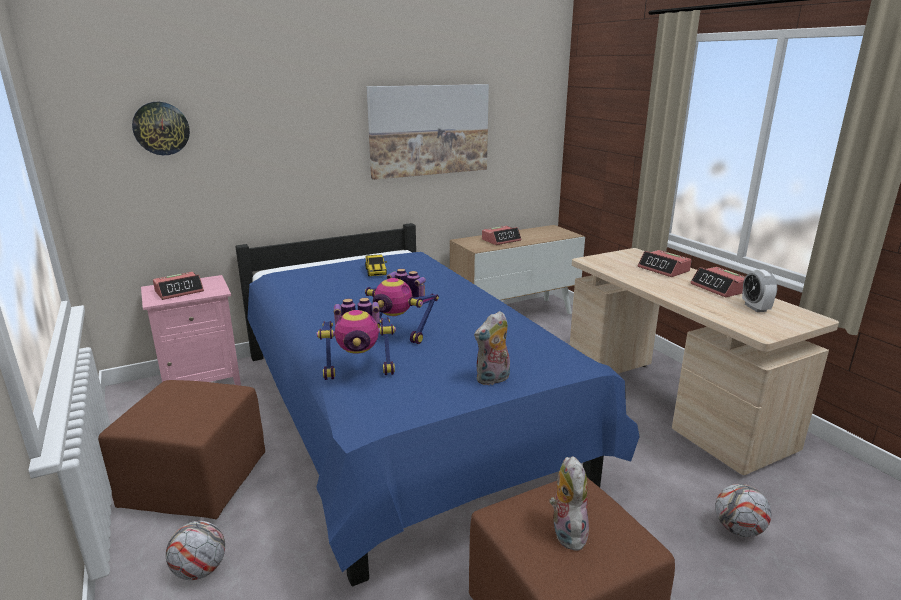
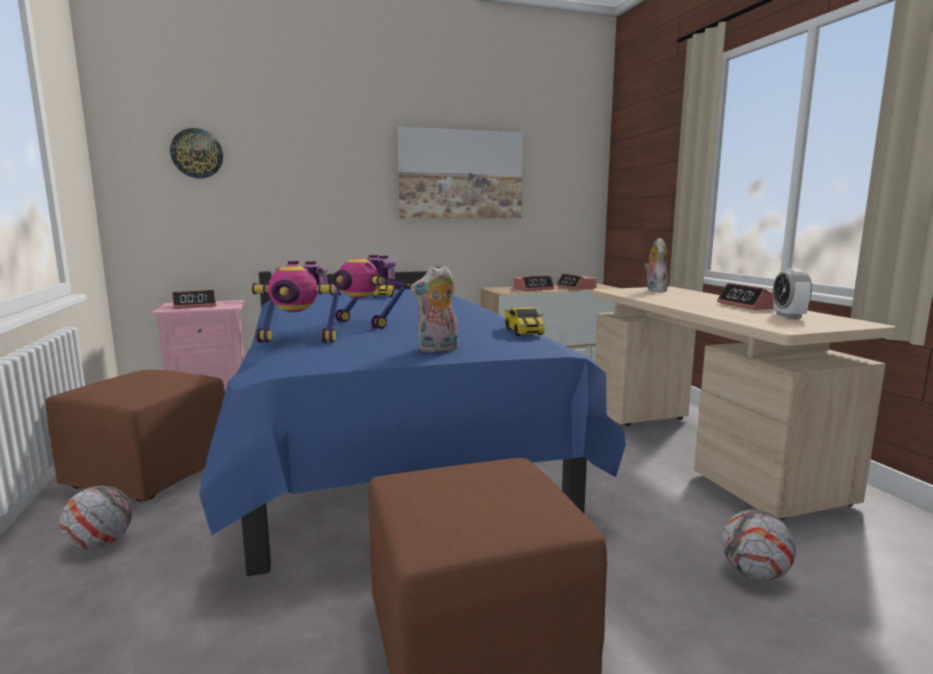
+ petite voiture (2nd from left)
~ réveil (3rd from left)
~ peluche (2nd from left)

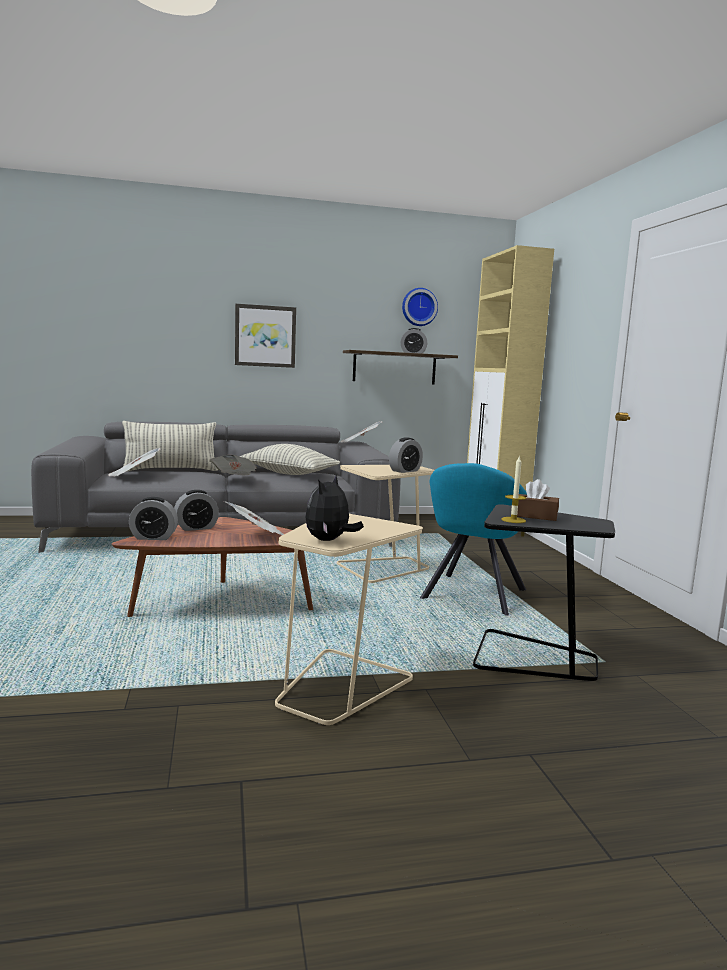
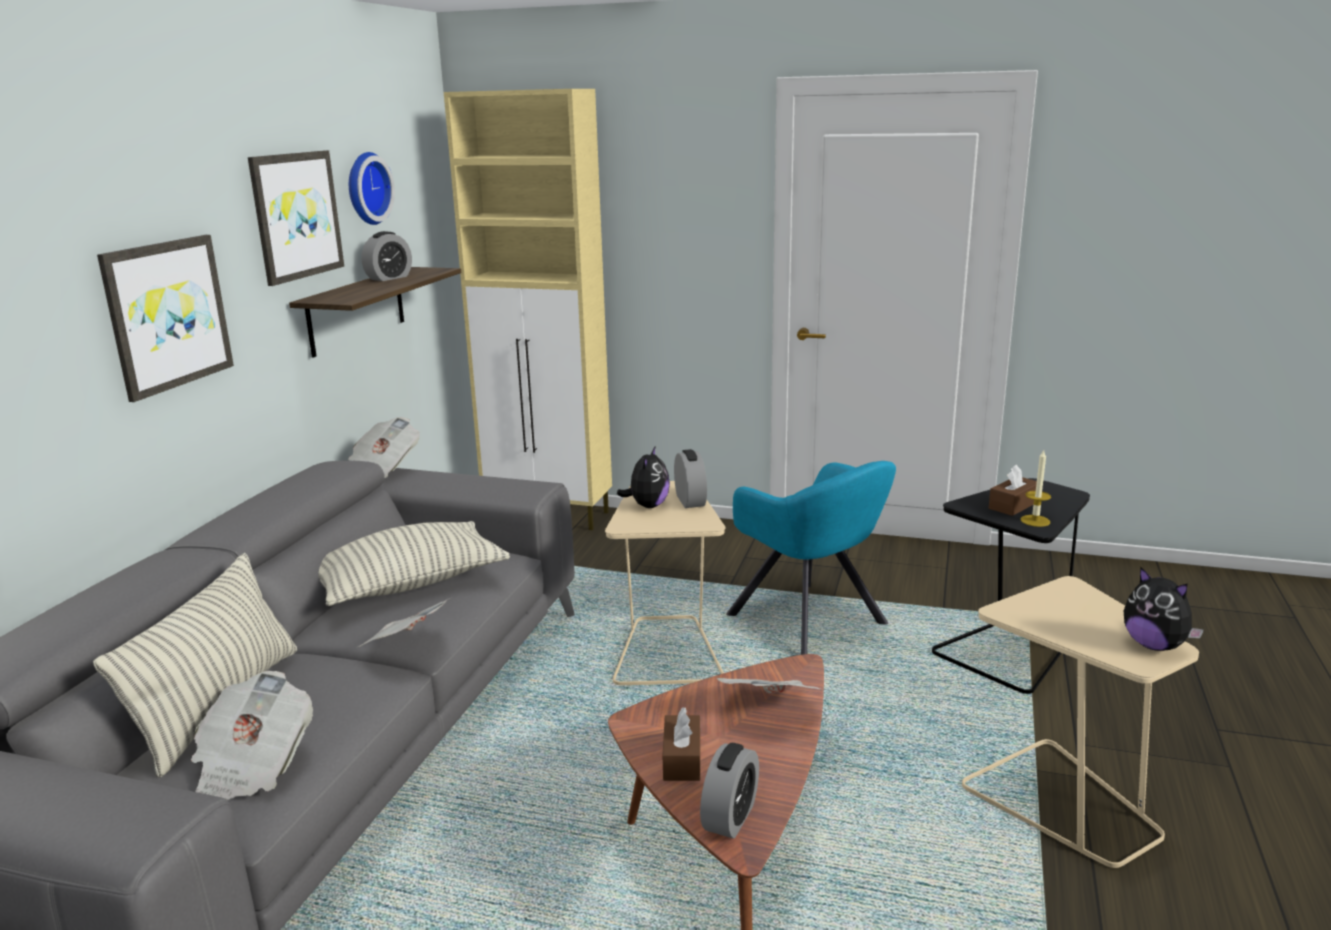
+ tableau (2nd from left)
+ peluche (1st from left)
~ réveil (2nd from left) to boîte à mouchoirs [marron] (1st from left)

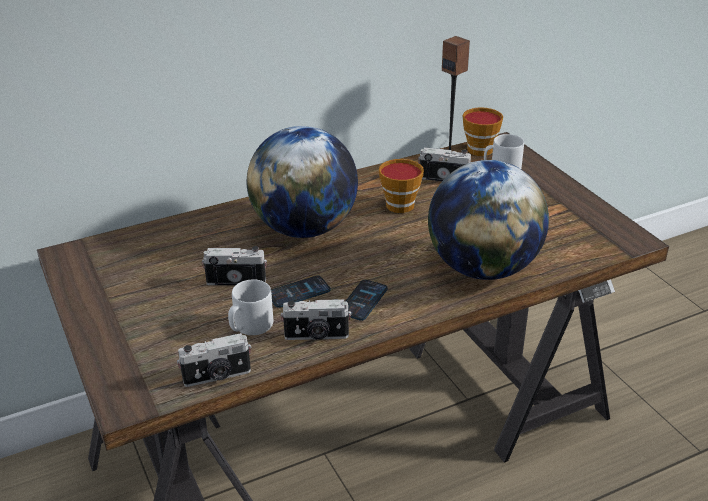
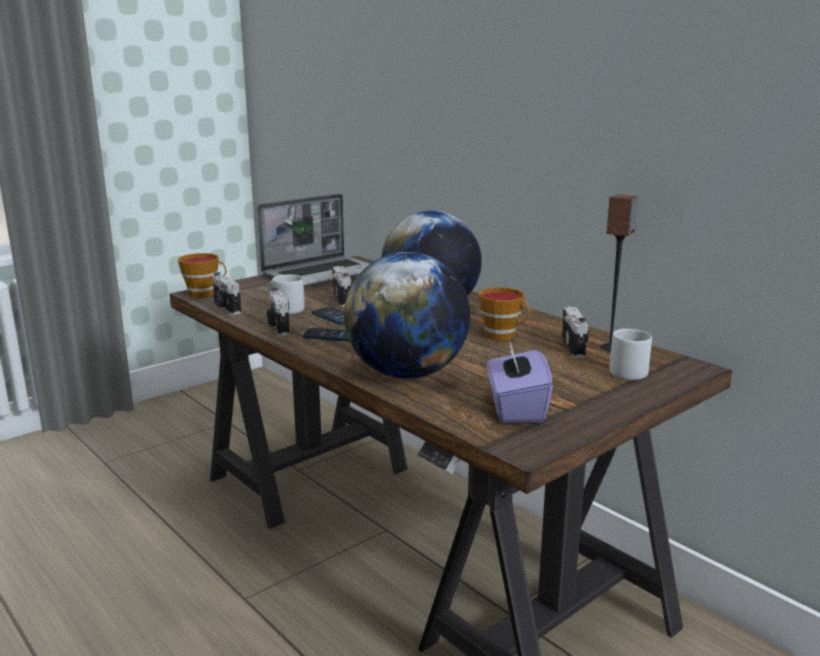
~ tasse (2nd from left in the first image) to tasse (1st from left)
+ ordinateur portable
+ boîte à mouchoirs [violet]

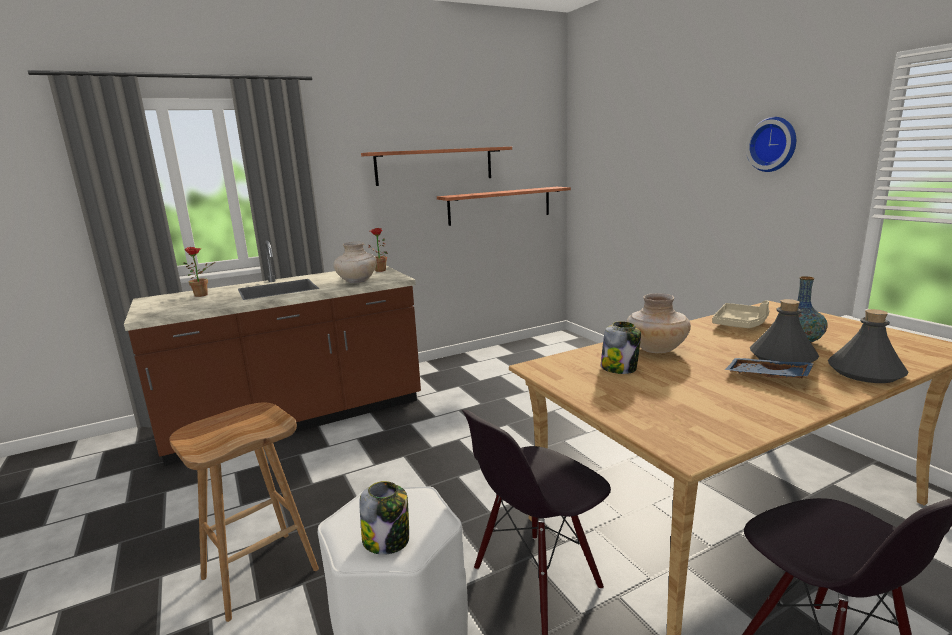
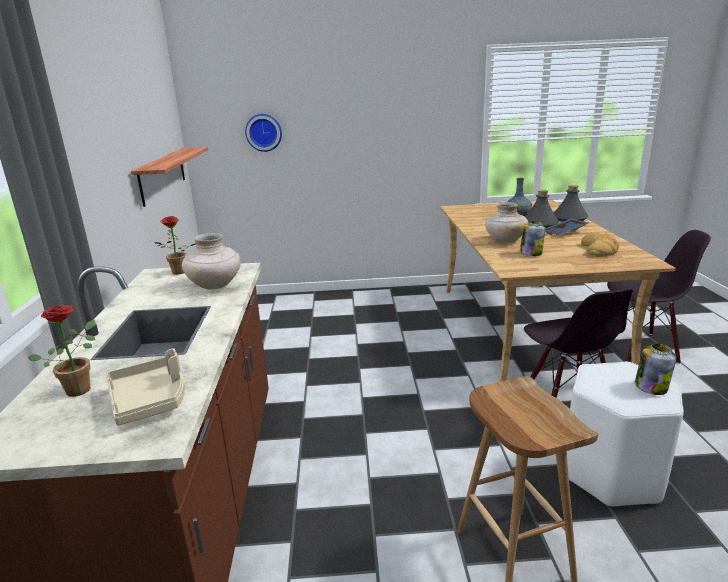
~ plateau [beige]
~ horloge murale
+ pain
- étagère (1st from left)

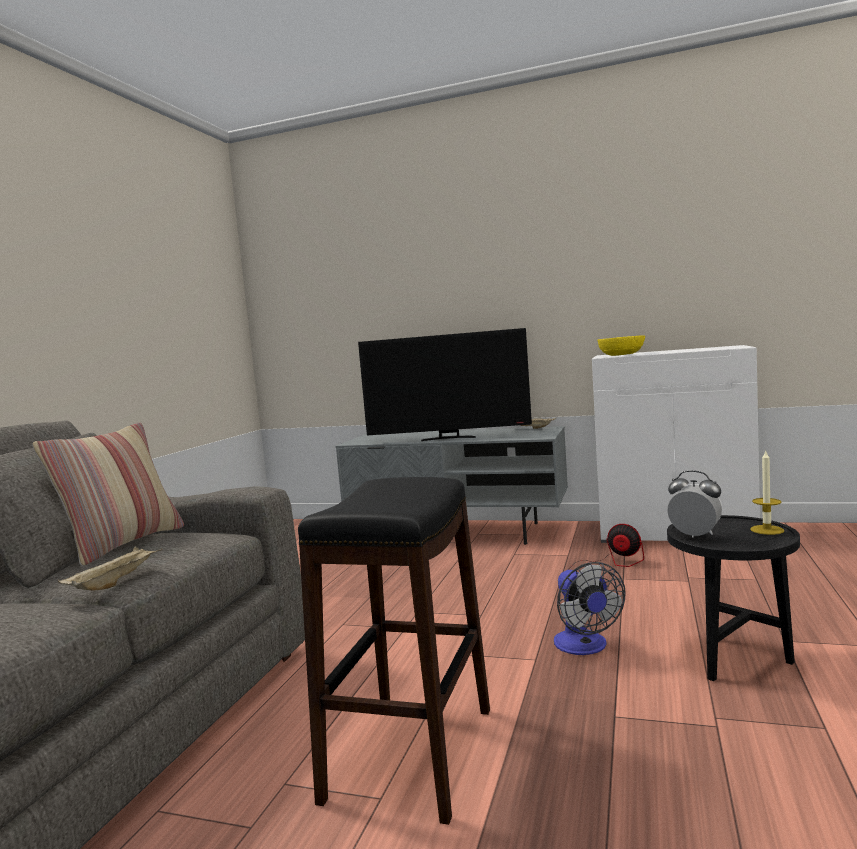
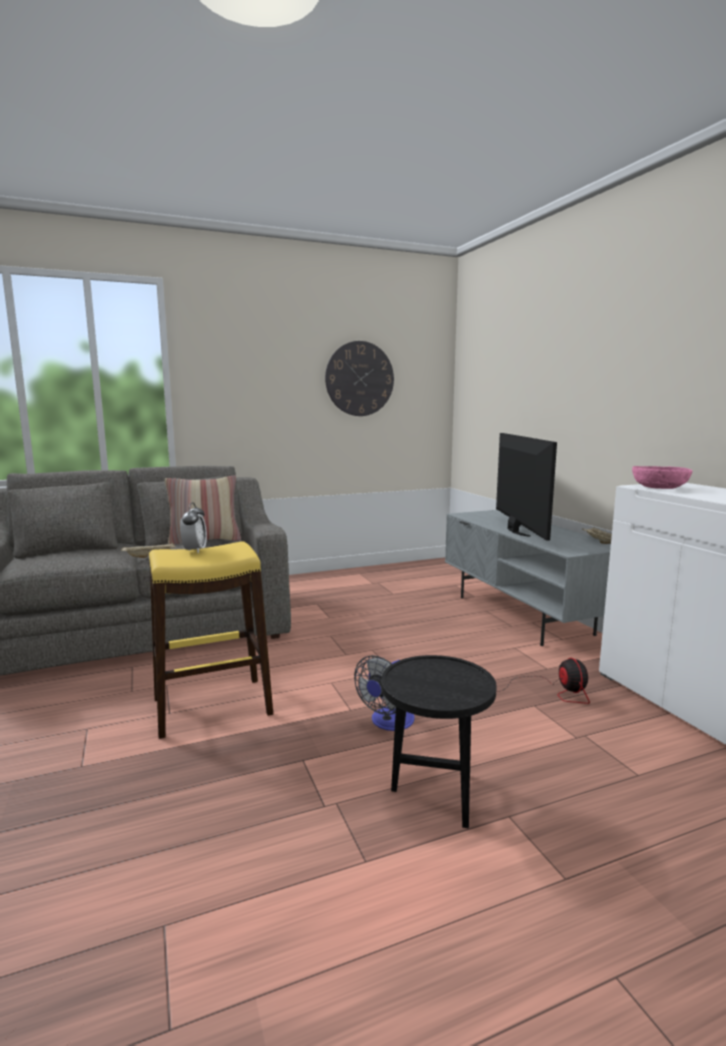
~ tabouret [noir] to tabouret [jaune]
~ réveil
+ horloge murale
~ téléviseur 150 degrees counterclockwise
~ bol [jaune] to bol [rose]
- bougie

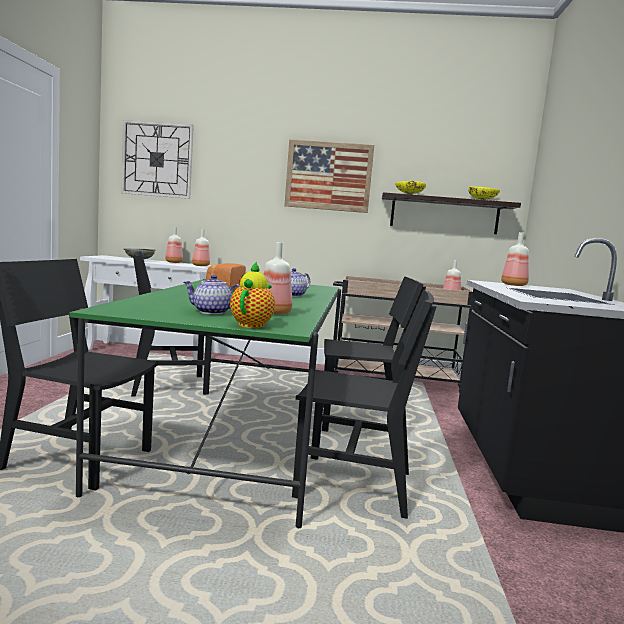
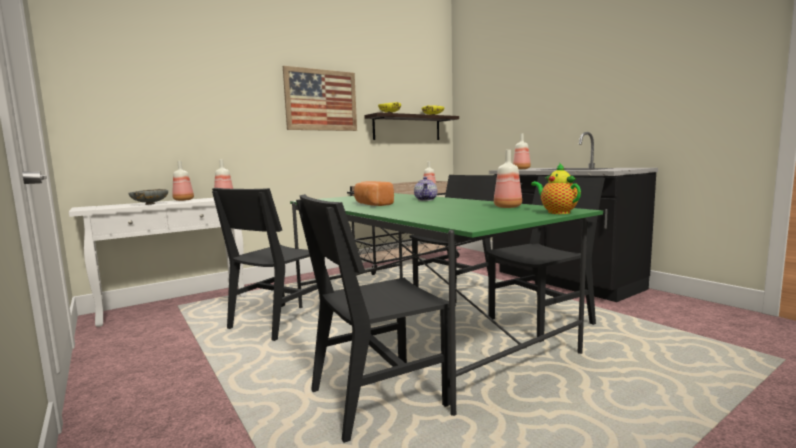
- horloge murale
- théière (1st from left)

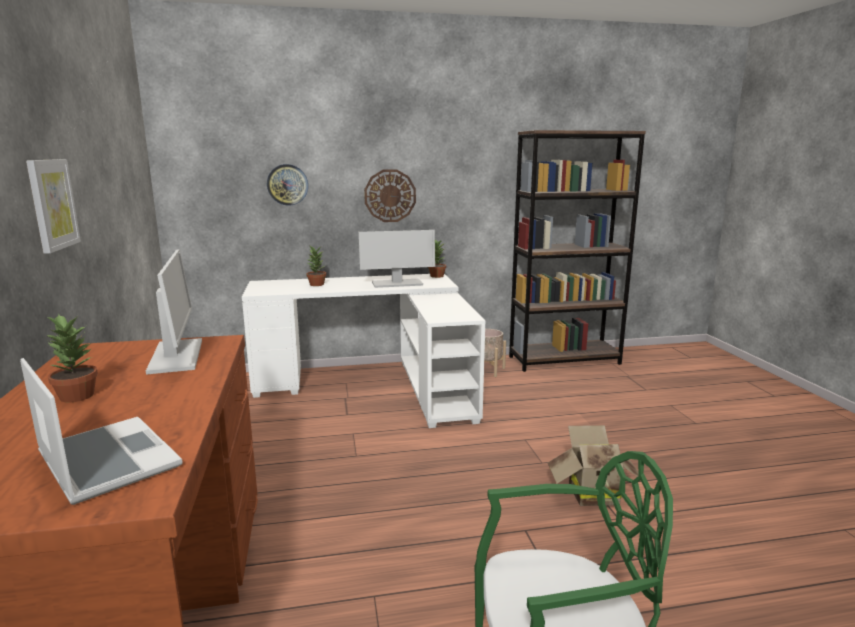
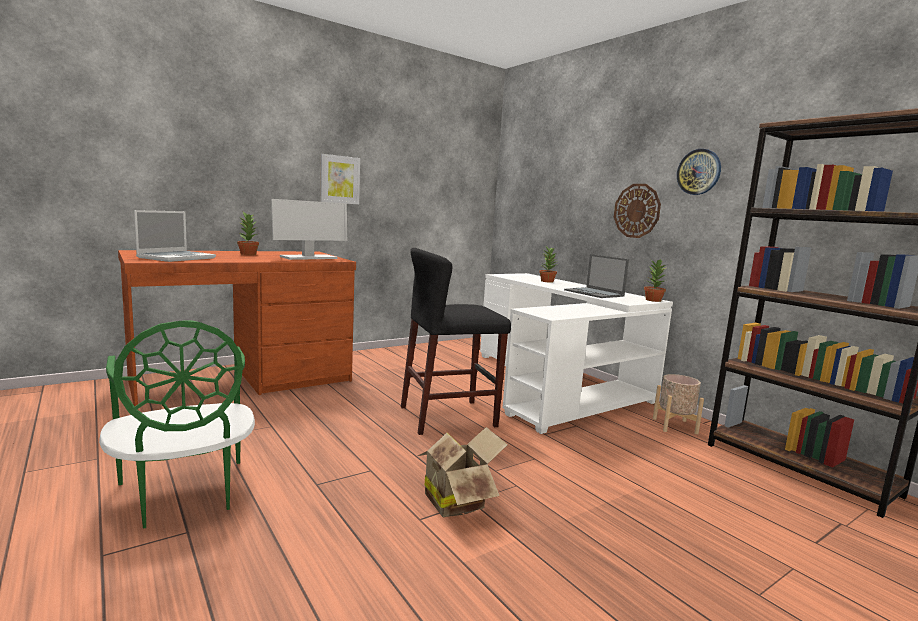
+ tabouret [noir]
~ écran d'ordinateur (2nd from left) to ordinateur portable (2nd from left)
~ horloge murale (1st from left in the first image) to horloge murale (2nd from left)

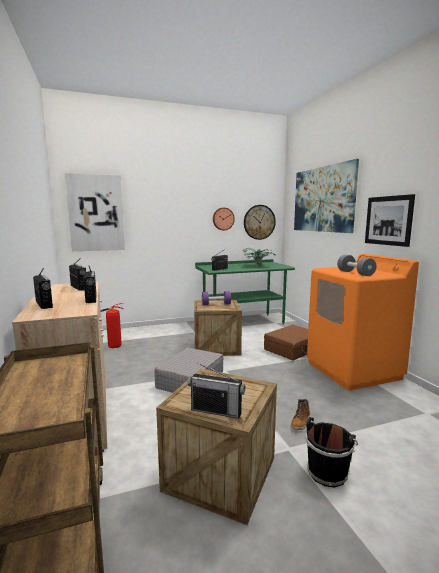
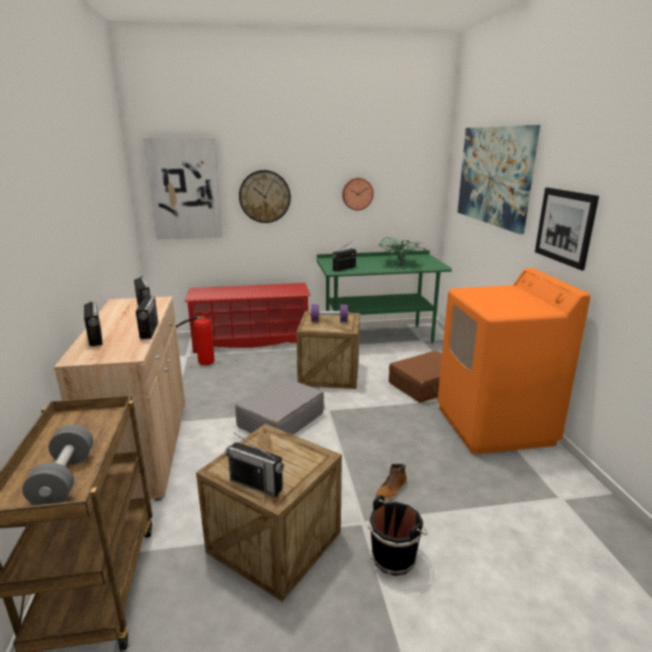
~ haltère [gris]
+ étagère à chaussures [rouge]
~ horloge murale (2nd from left in the first image) to horloge murale (1st from left)

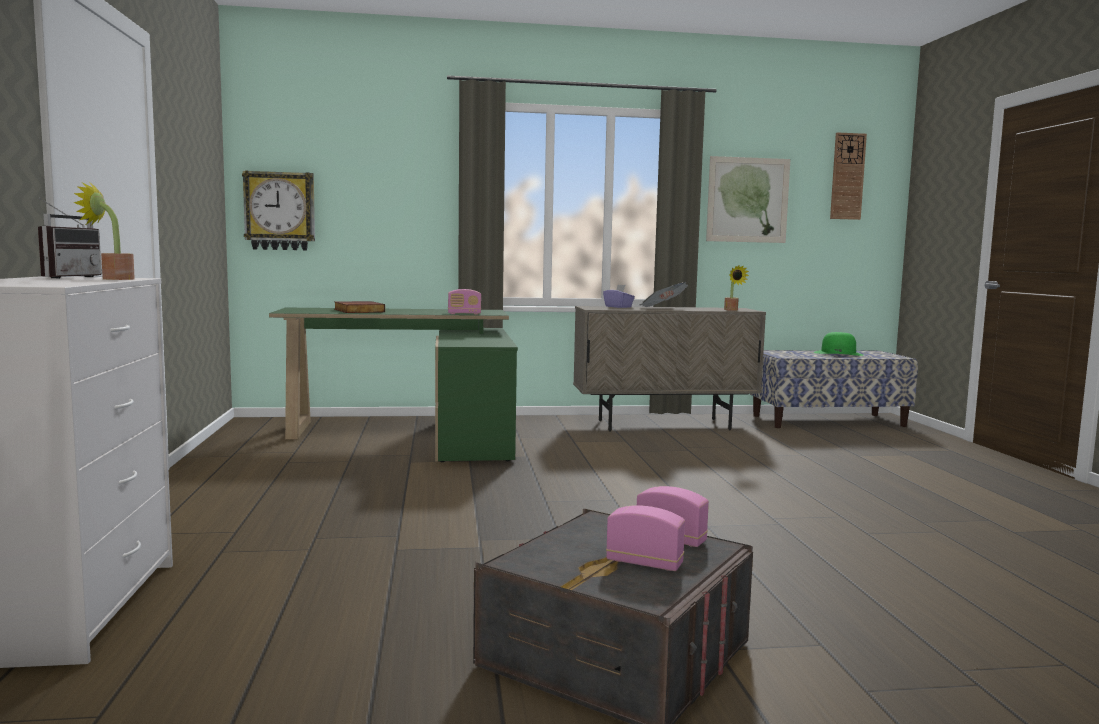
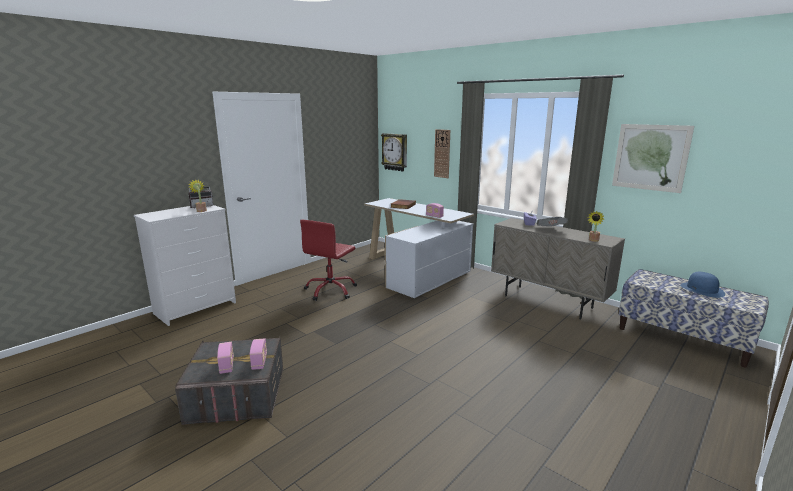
+ chaise de bureau [rouge]
~ bureau [vert] to bureau [blanc]
~ horloge murale (2nd from left)
~ chapeau [vert] to chapeau [bleu]

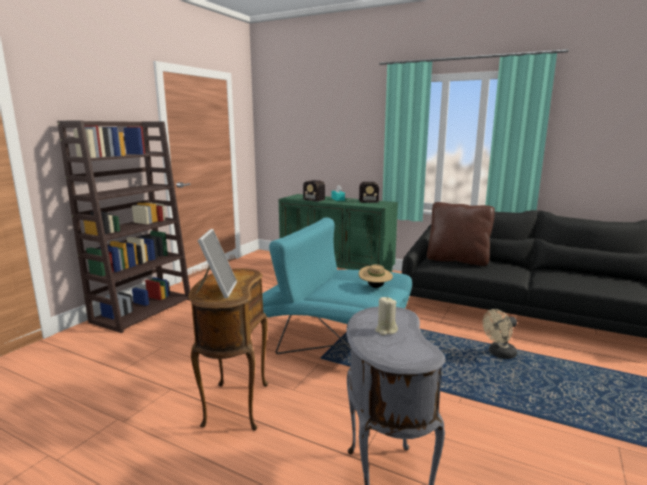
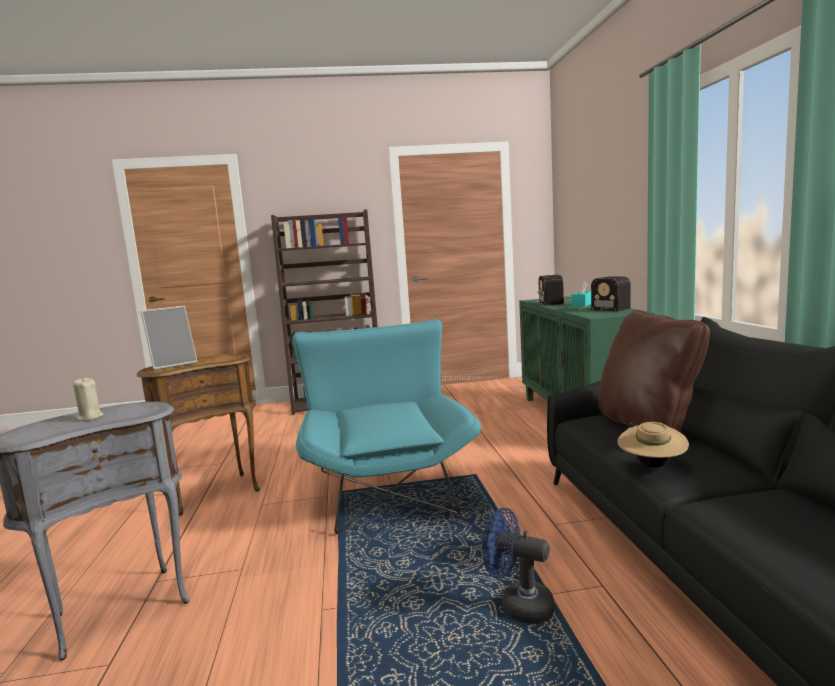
~ ventilateur [beige] to ventilateur [bleu]
~ chapeau [beige]

